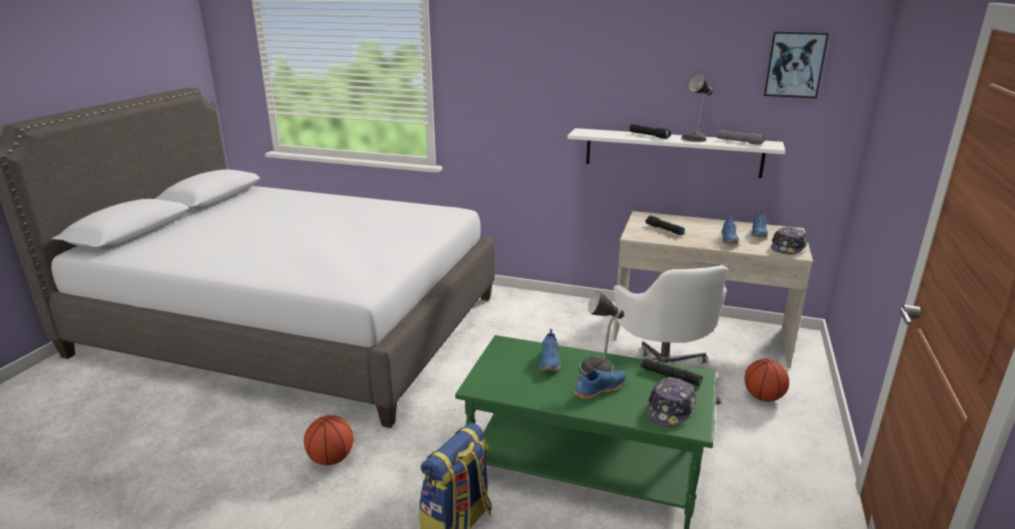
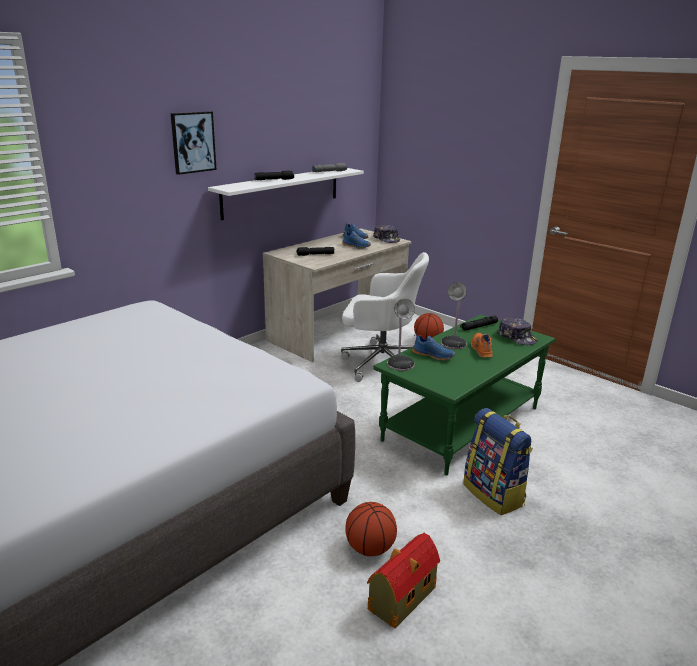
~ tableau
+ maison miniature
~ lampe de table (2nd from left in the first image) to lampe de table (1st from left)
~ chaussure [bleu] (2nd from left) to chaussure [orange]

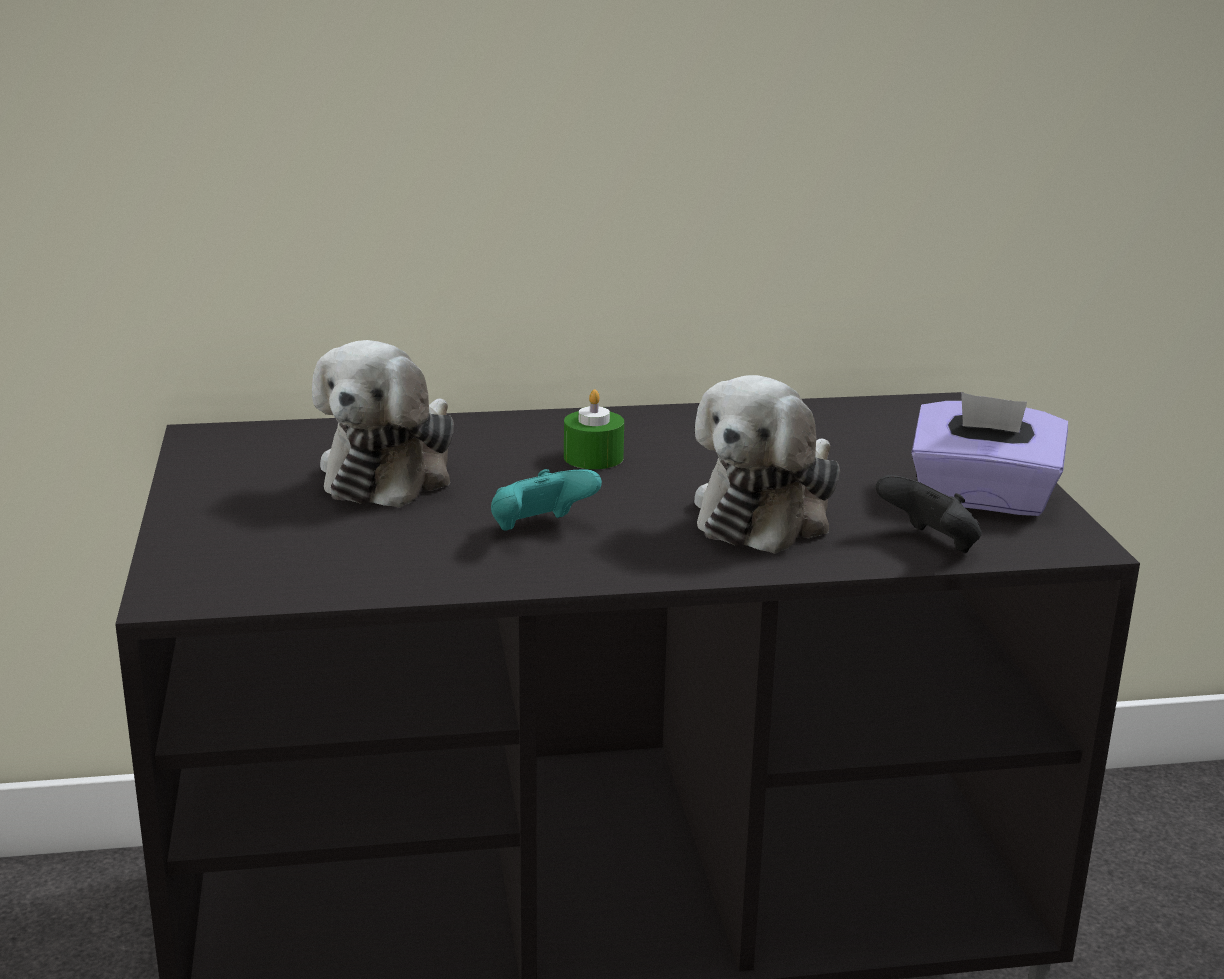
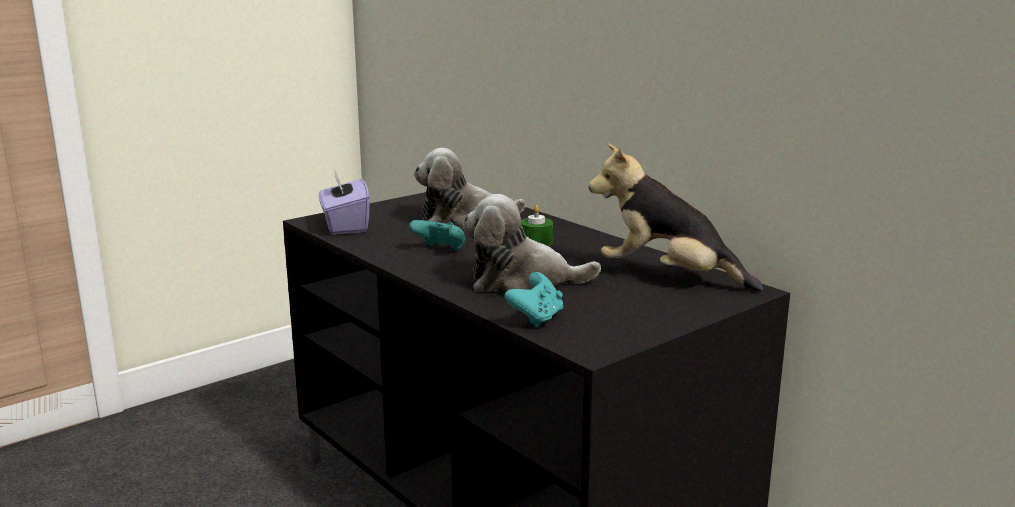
~ boîte à mouchoirs [violet]
~ manette [noir] to manette [turquoise] (2nd from left)
+ peluche (3rd from left)

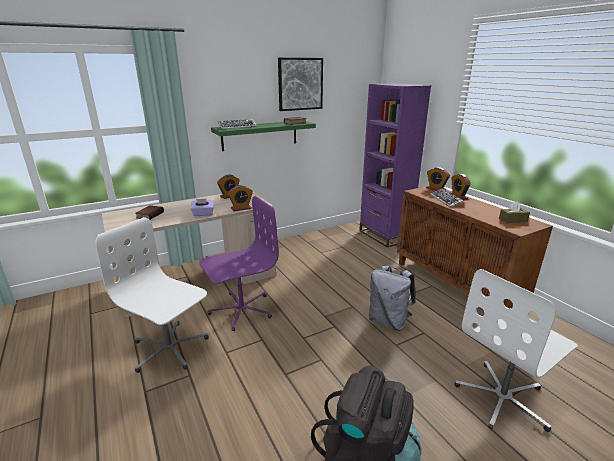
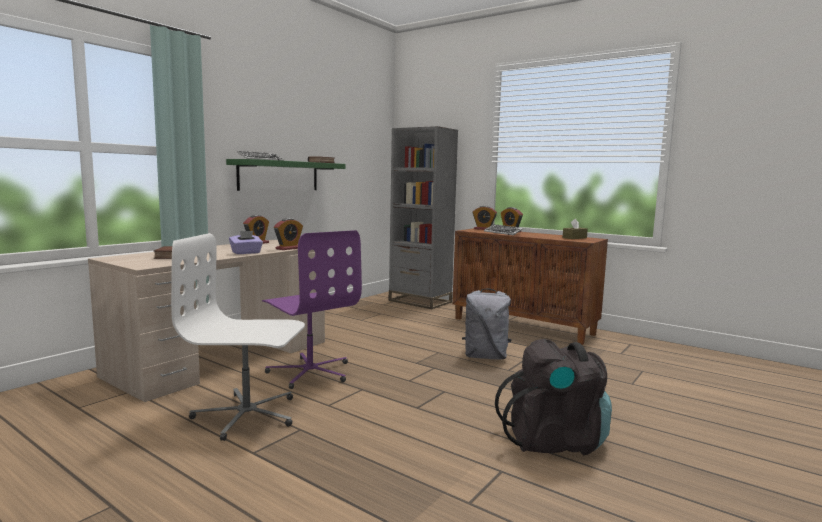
~ chaise de bureau [violet] 105 degrees clockwise
~ bibliothèque [violet] to bibliothèque [gris]
- tableau
- chaise de bureau [blanc] (2nd from left)

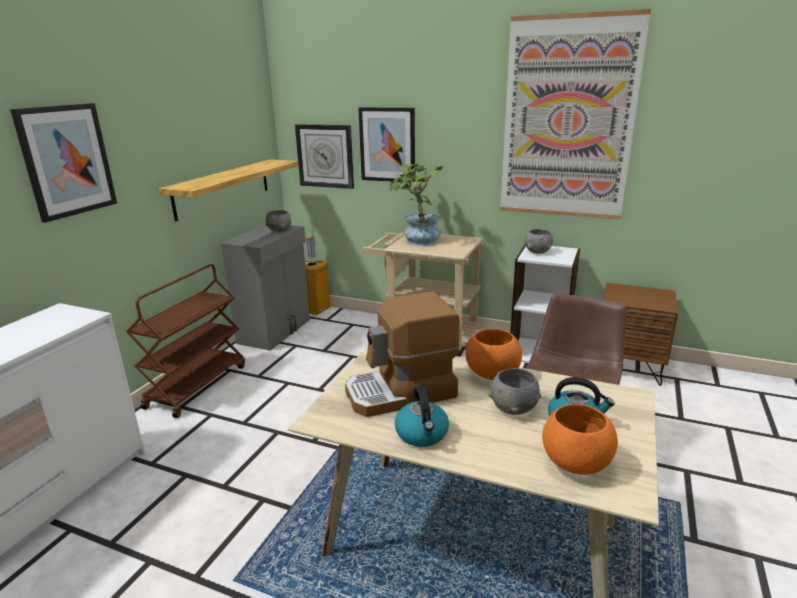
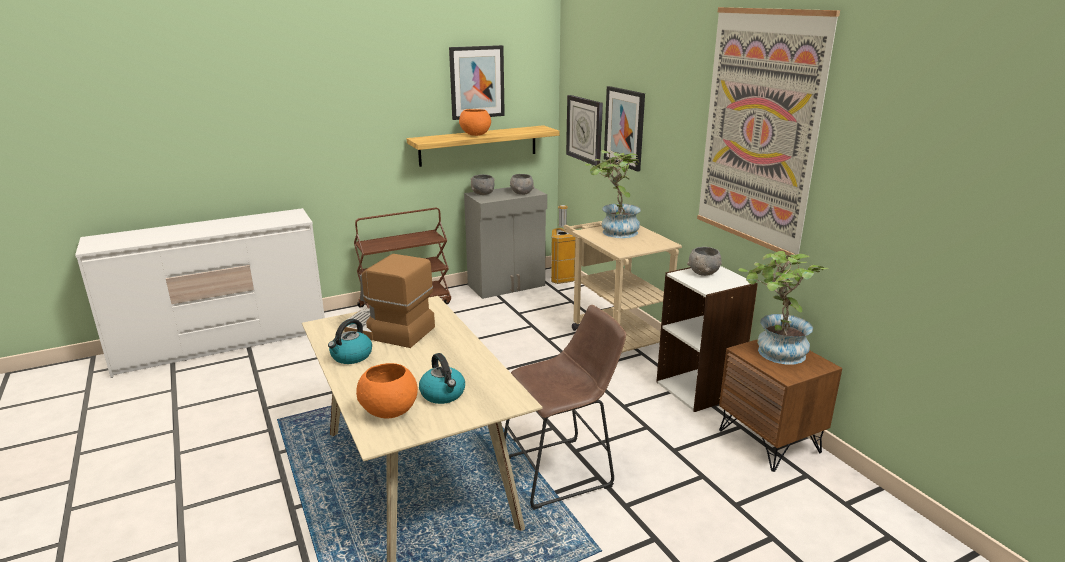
~ tableau (1st from left)
~ bol [orange] (1st from left in the first image) to bol [orange] (2nd from left)
~ bol [gris] (2nd from left in the first image) to bol [gris] (1st from left)
+ plante en pot (2nd from left)

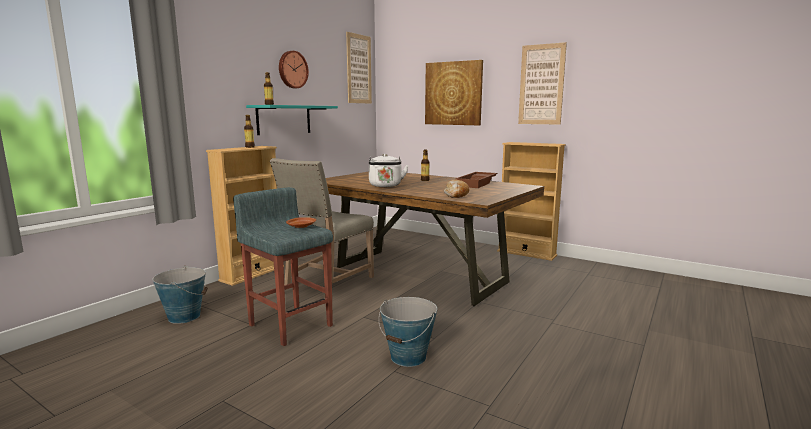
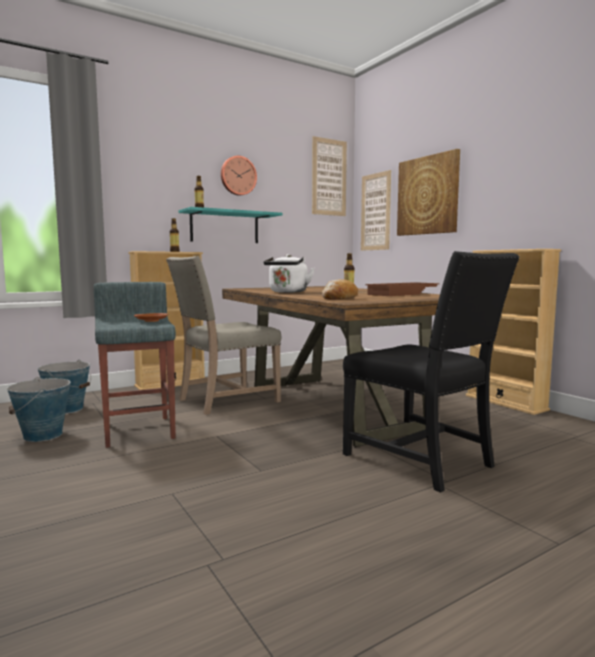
~ seau (2nd from left in the first image) to seau (1st from left)
+ chaise [noir]
~ tableau (3rd from left in the first image) to tableau (2nd from left)

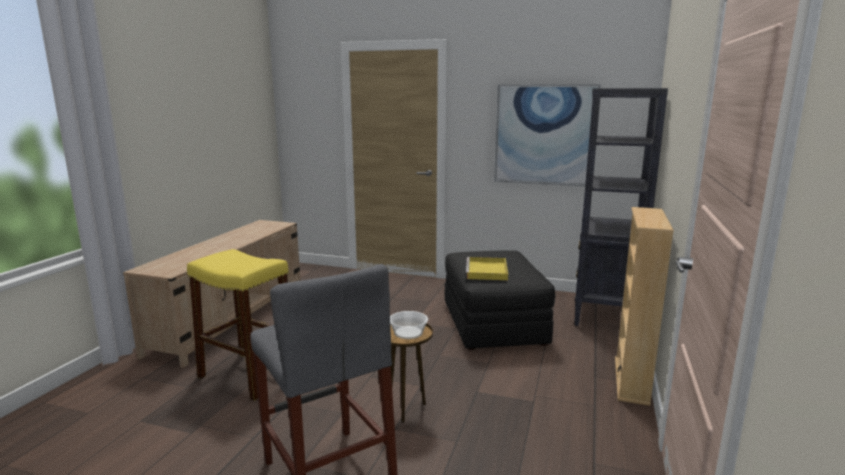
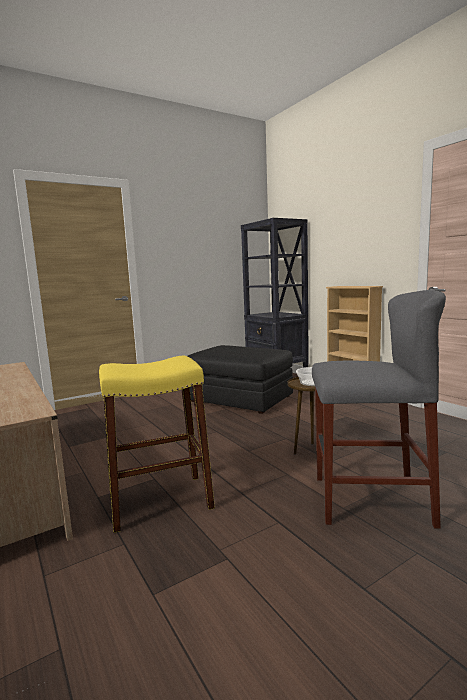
- plateau [jaune]
- tableau

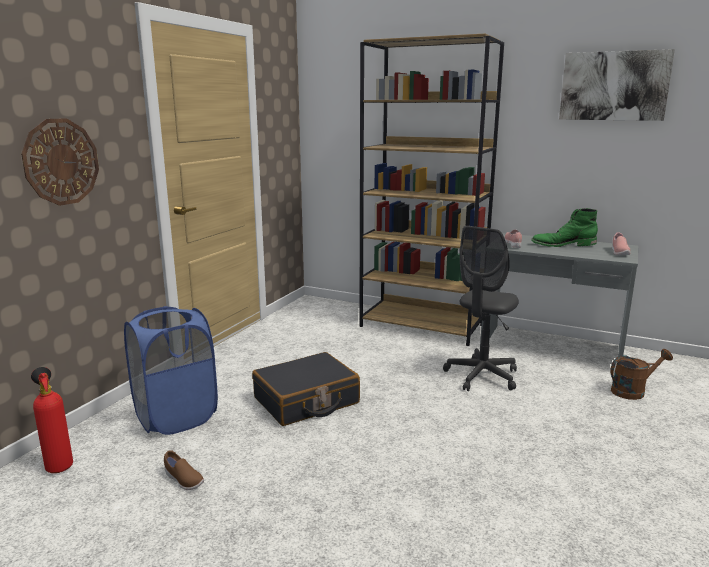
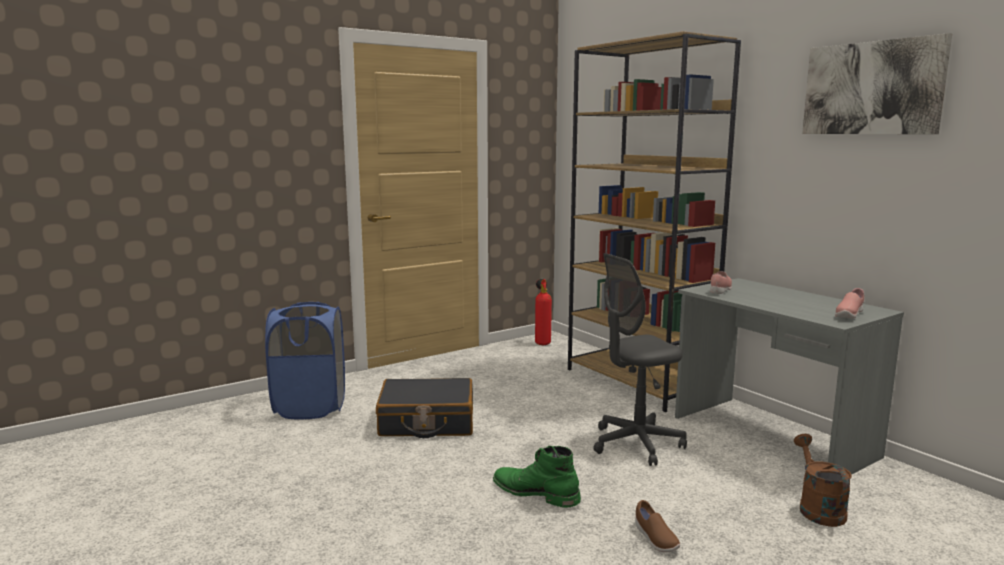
~ botte [vert]
~ extincteur
~ chaussure [marron]
~ arrosoir [marron] 105 degrees counterclockwise
- horloge murale

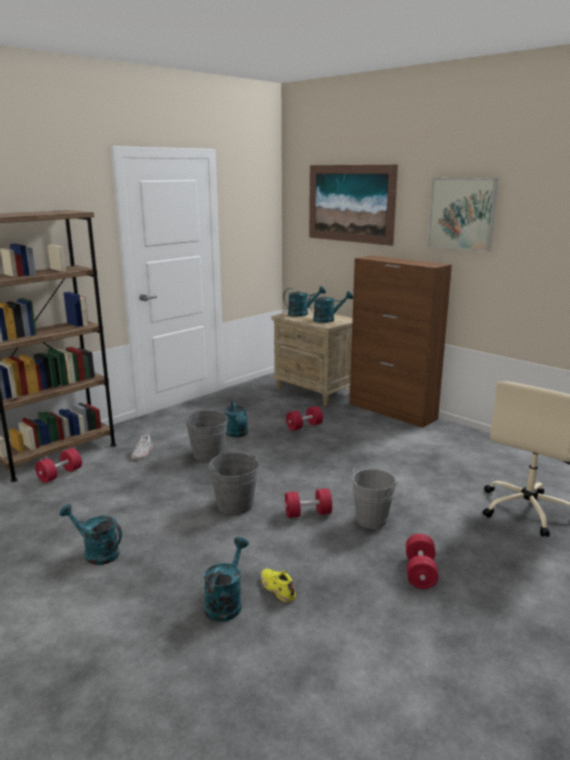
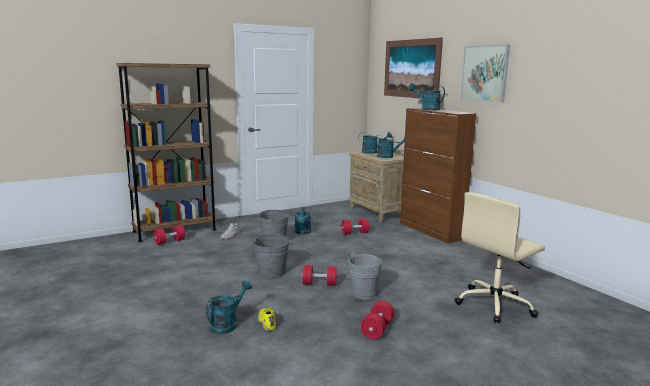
~ arrosoir [turquoise] (1st from left in the first image) to arrosoir [turquoise] (5th from left)

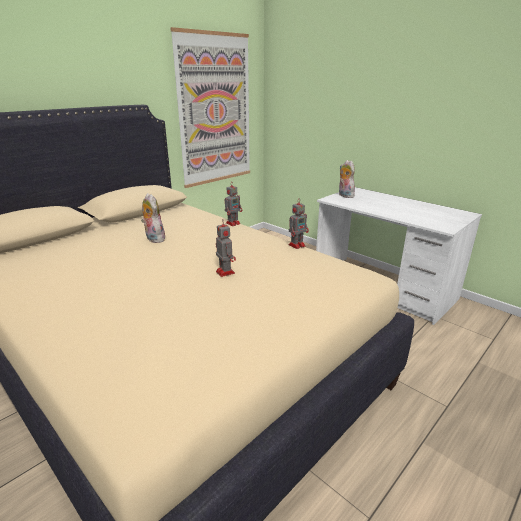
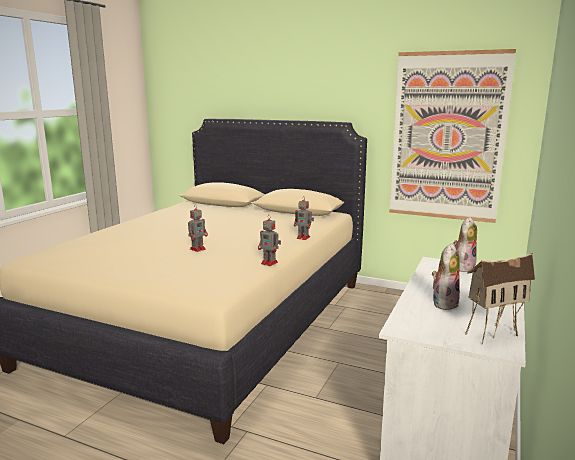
~ peluche (1st from left)
+ maison miniature

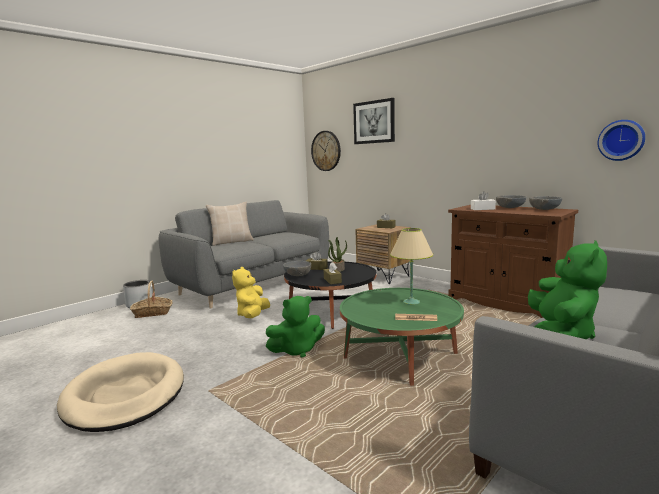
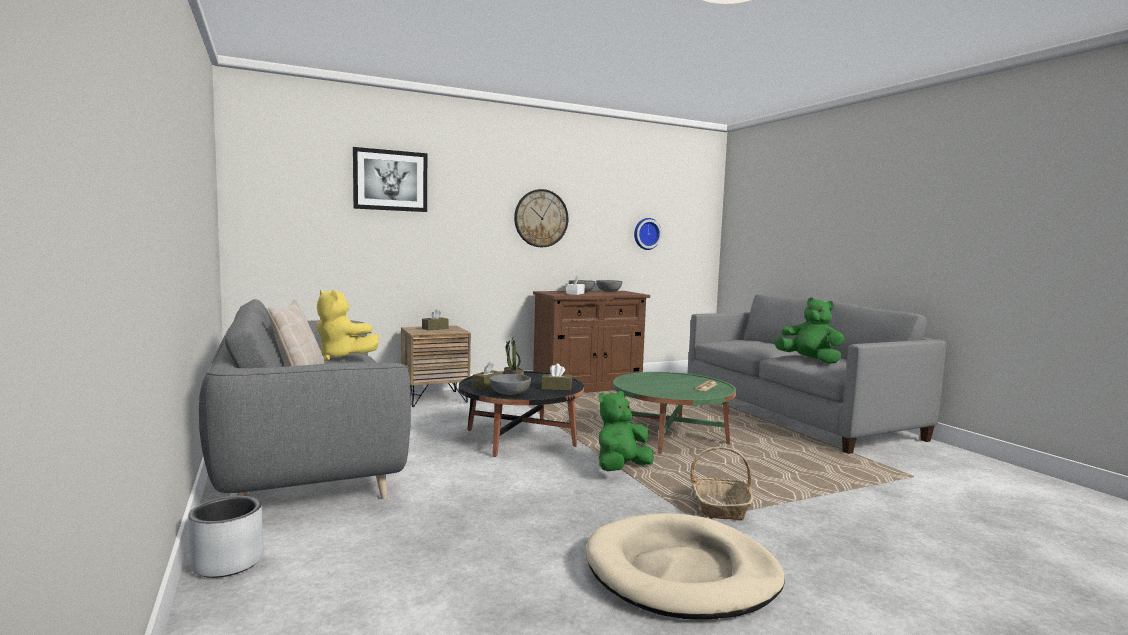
~ peluche [jaune]
~ horloge murale (1st from left)
~ peluche [vert] (1st from left) 135 degrees counterclockwise
~ panier
- lampe de table [beige]

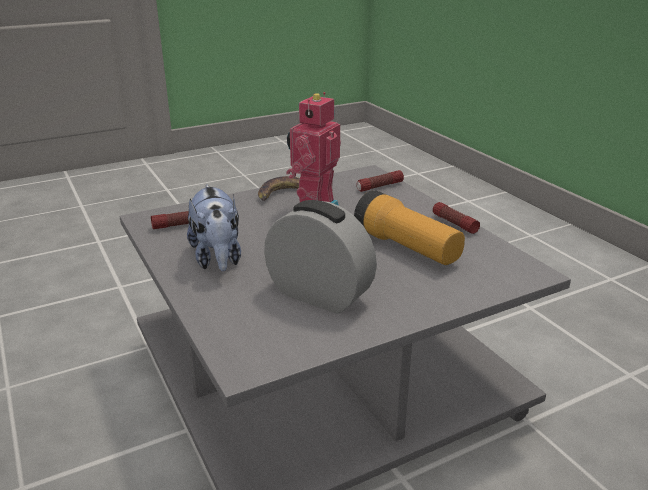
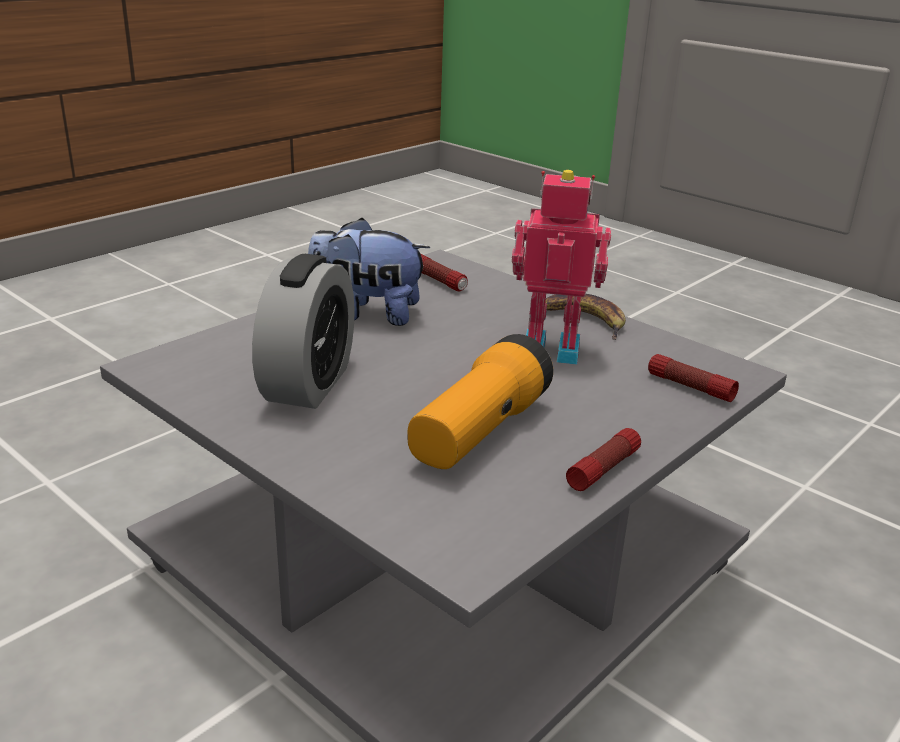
~ peluche 45 degrees clockwise

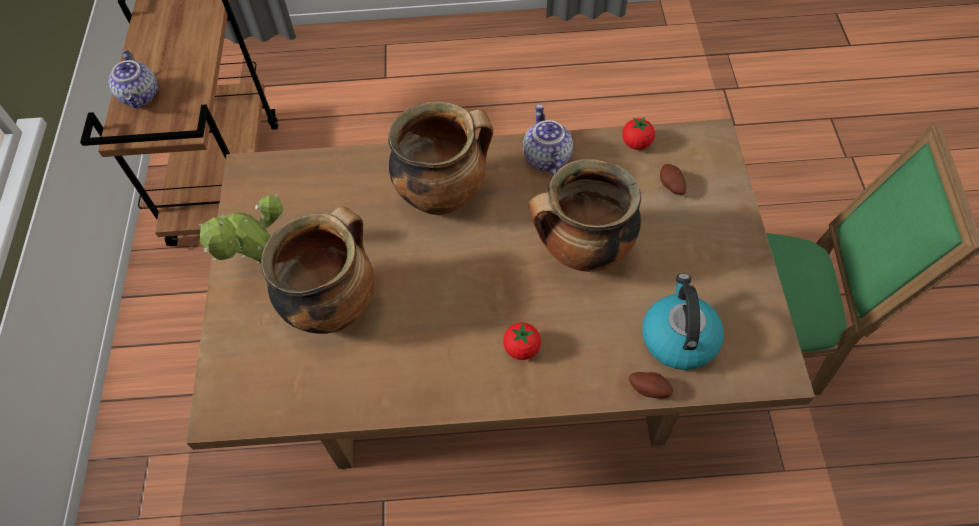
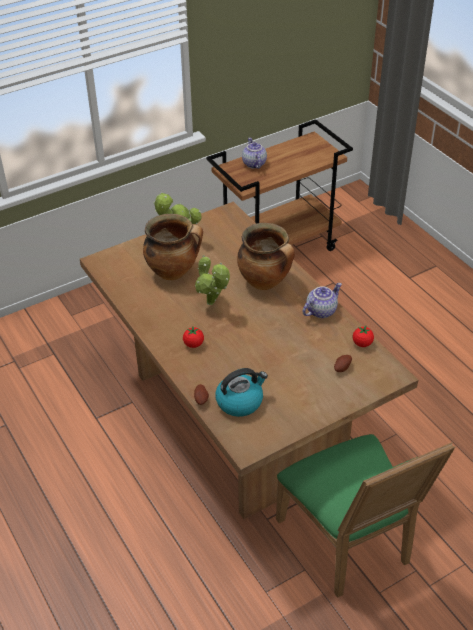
+ plante en pot (2nd from left)
~ théière (1st from left) 120 degrees clockwise
- marmite (3rd from left)

